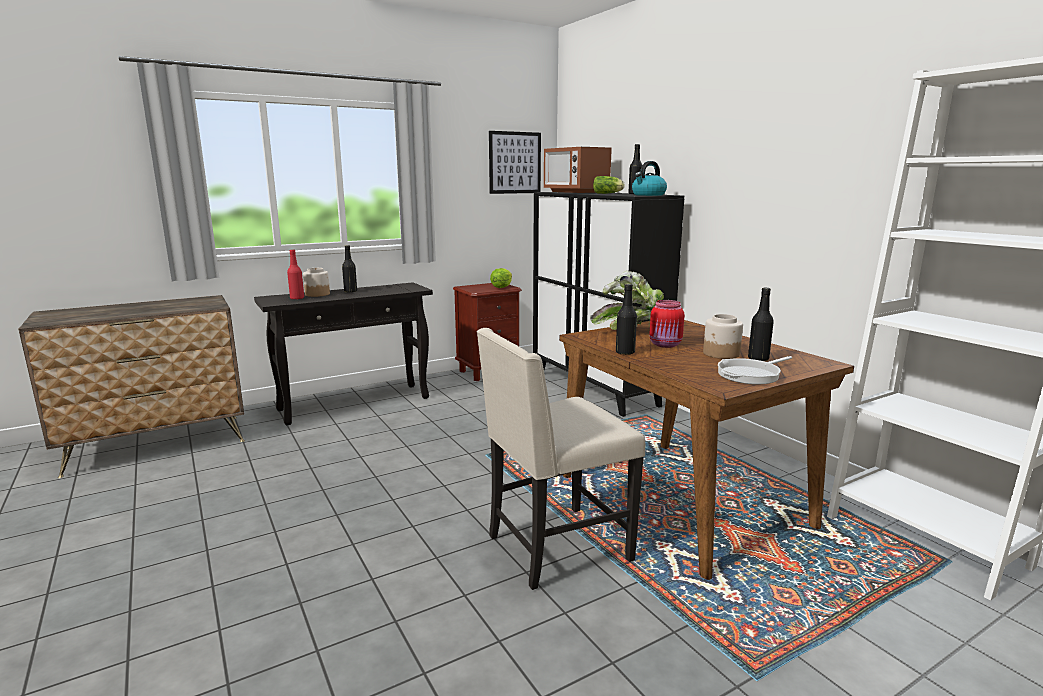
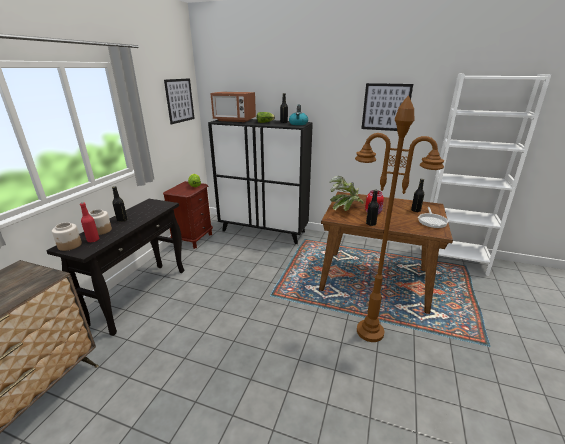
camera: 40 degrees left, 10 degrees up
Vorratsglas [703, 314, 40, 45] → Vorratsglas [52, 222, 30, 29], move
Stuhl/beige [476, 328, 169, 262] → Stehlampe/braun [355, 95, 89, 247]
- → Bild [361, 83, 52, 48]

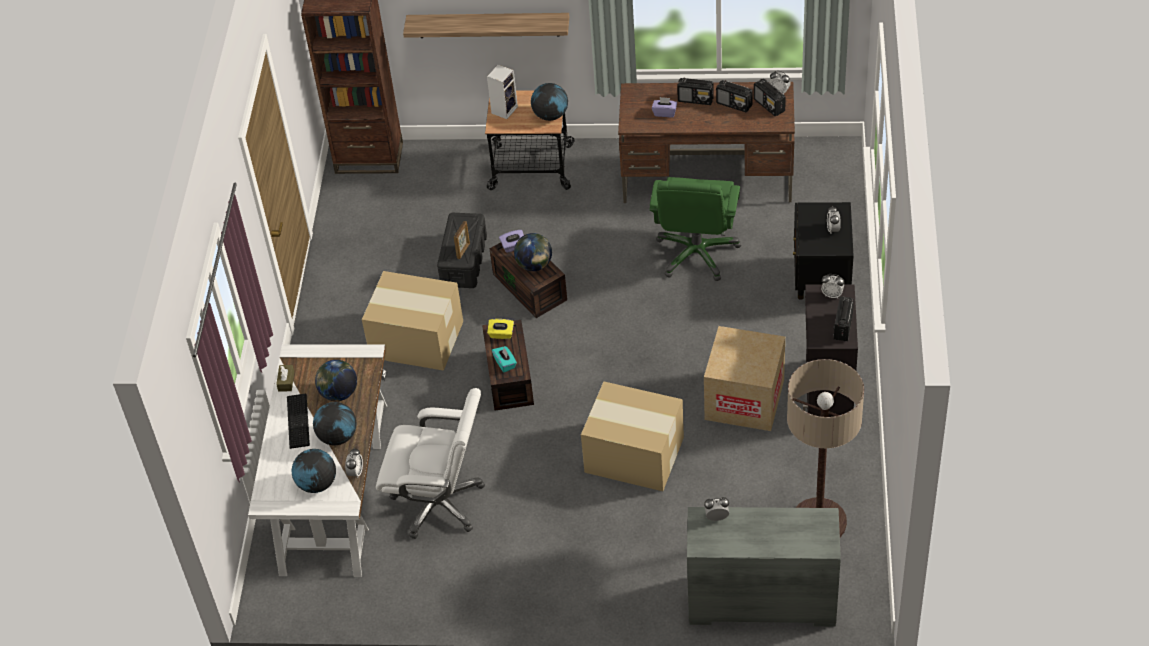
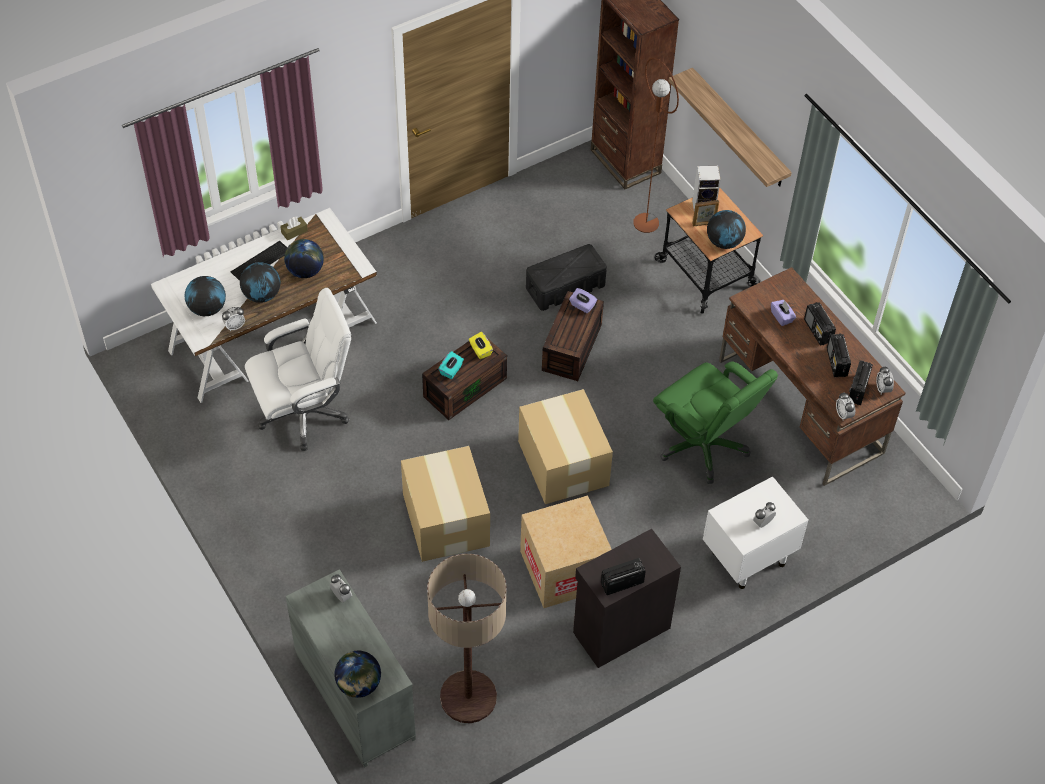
camera: 50 degrees right, 5 degrees up
Bürostuhl/weiß [376, 388, 109, 151] → Bürostuhl/weiß [245, 288, 106, 163], 90 degrees counterclockwise
Globus [514, 233, 38, 38] → Globus [334, 651, 47, 47], move
Karton [362, 271, 101, 100] → Karton [518, 389, 95, 115], move
- → Stehlampe/braun [633, 58, 46, 175]
Bürostuhl/grün [649, 177, 92, 104] → Bürostuhl/grün [653, 361, 125, 123], 105 degrees counterclockwise
Bilderrahmen [454, 221, 16, 38] → Bilderrahmen [693, 200, 26, 26], move
Nachttisch/schwarz [793, 202, 61, 98] → Nachttisch/weiß [703, 476, 105, 113]
Wecker [821, 274, 23, 24] → Wecker [836, 392, 19, 28], move

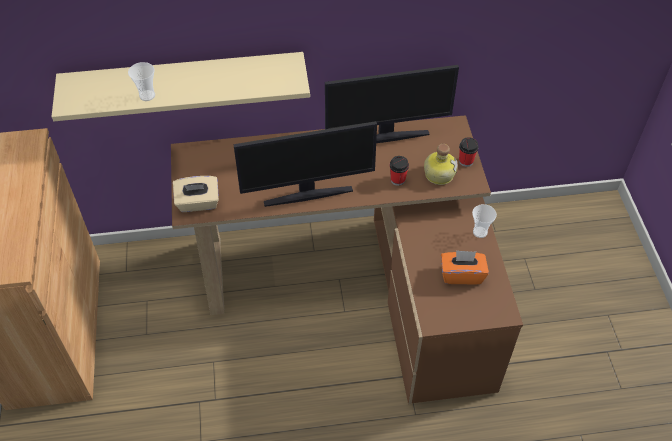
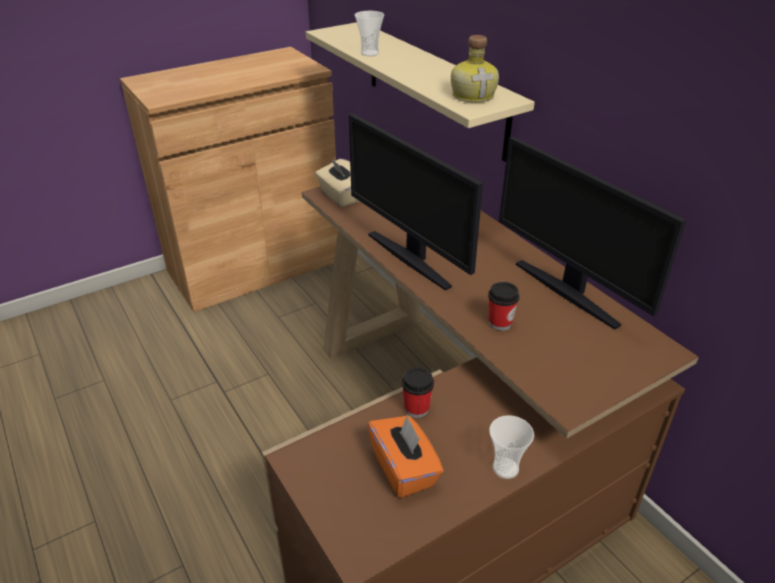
camera: 65 degrees right, 15 degrees down
Tasse [459, 137, 20, 30] → Tasse [402, 367, 32, 51], move
Flasche [424, 144, 34, 41] → Flasche [451, 35, 48, 68], move

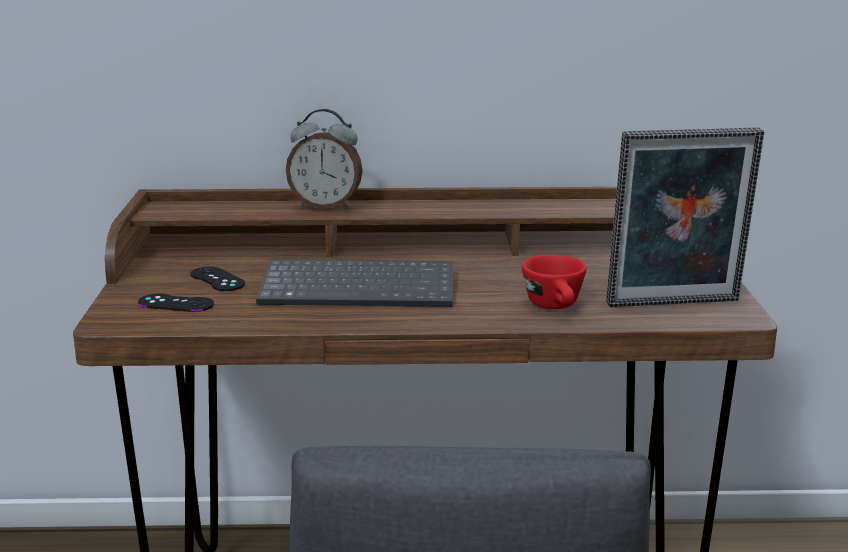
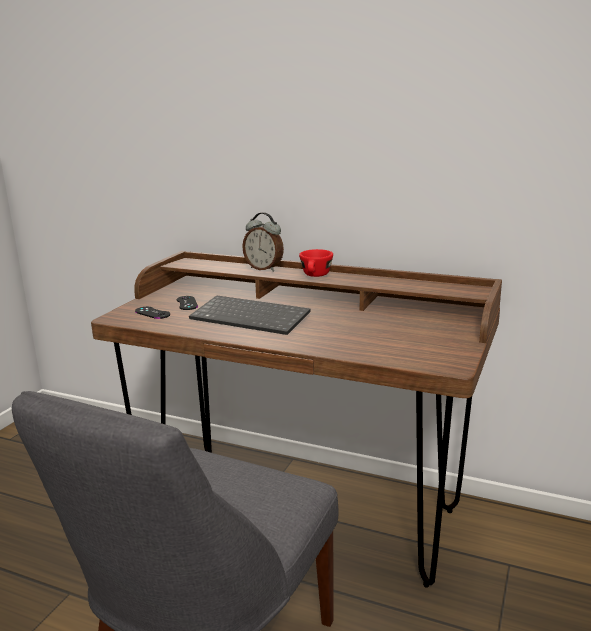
camera: 25 degrees right, 0 degrees up
Tasse/rot [521, 255, 66, 54] → Tasse/rot [299, 249, 34, 28], move
Bilderrahmen [606, 128, 158, 179] → -

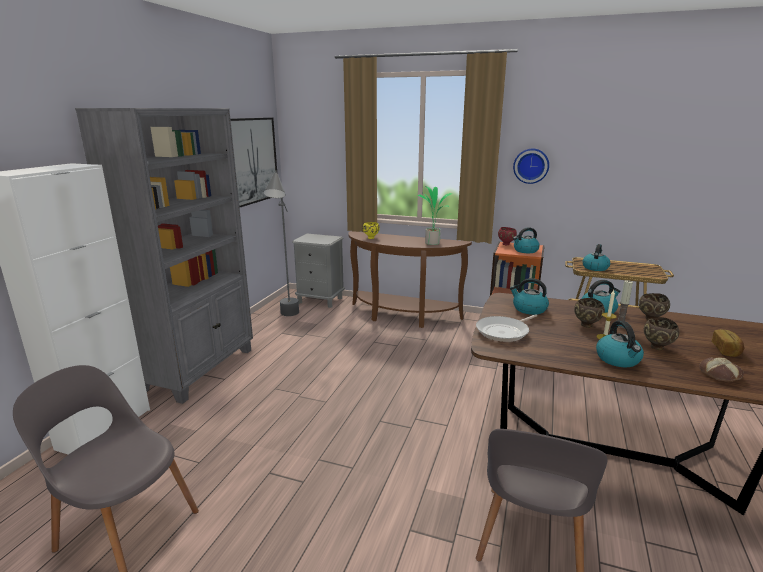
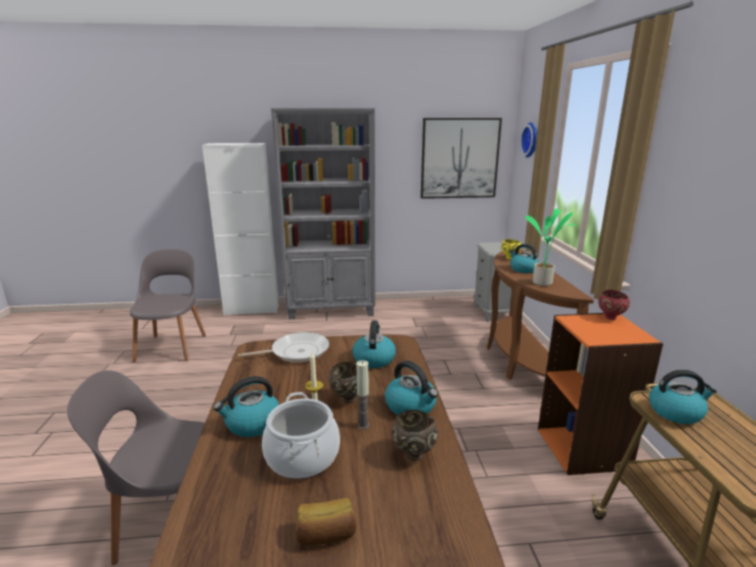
camera: 65 degrees right, 0 degrees up
Pfanne [476, 314, 61, 28] → Pfanne [238, 332, 91, 30], 135 degrees clockwise
Schüssel/braun [644, 317, 36, 33] → Kochtopf [262, 392, 78, 87]
Wasserkessel [513, 227, 27, 26] → Wasserkessel [509, 244, 30, 29], move
Wanduhr [513, 149, 36, 35] → Wanduhr [520, 122, 17, 35], move
Stehlampe/grau [263, 171, 36, 145] → -
Brot [699, 357, 45, 25] → -

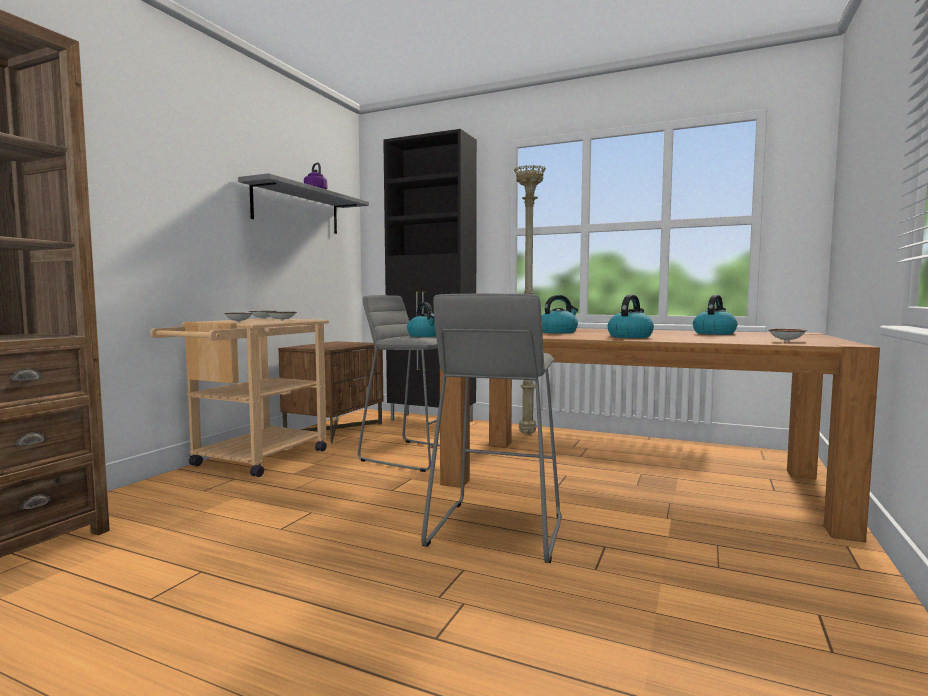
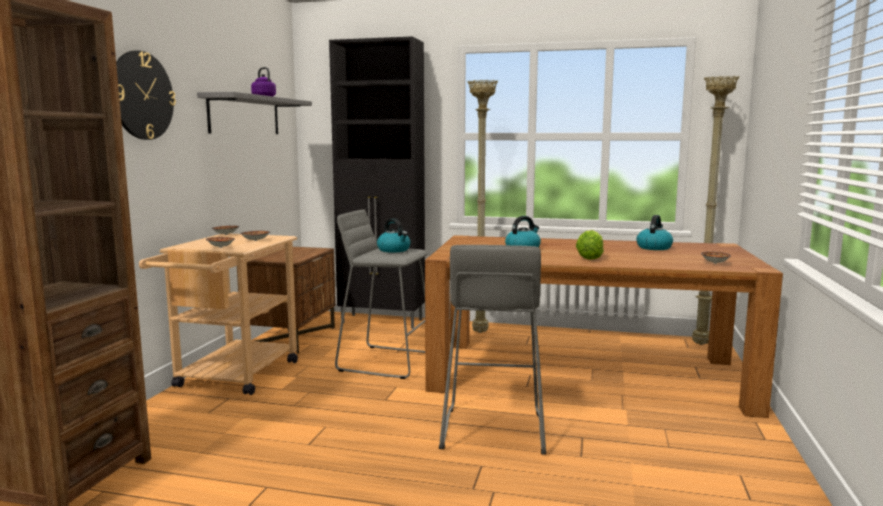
camera: 10 degrees left, 5 degrees up
- → Wanduhr [116, 50, 60, 90]
Wasserkessel [608, 295, 46, 43] → Salatkopf [576, 230, 28, 30]
- → Stehlampe/beige [692, 76, 47, 269]

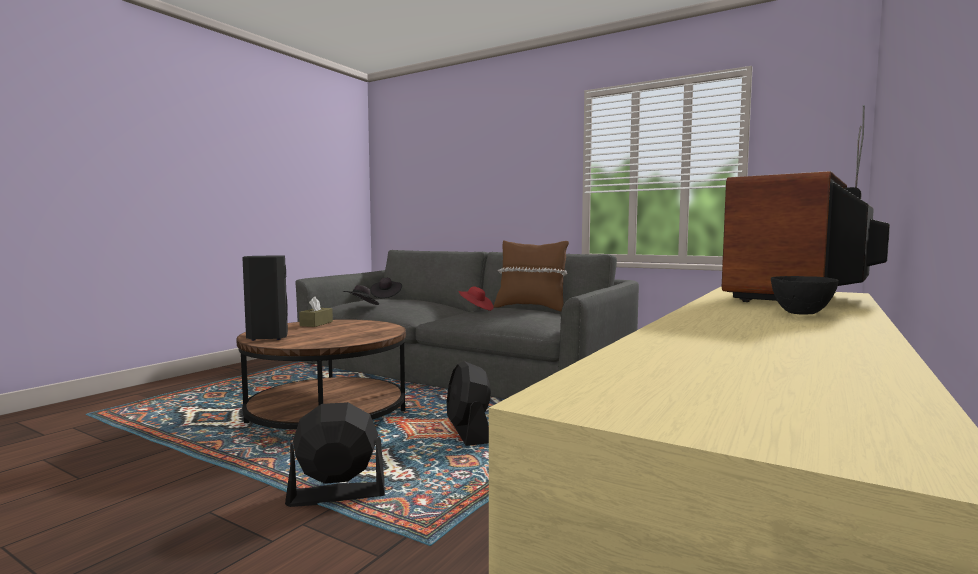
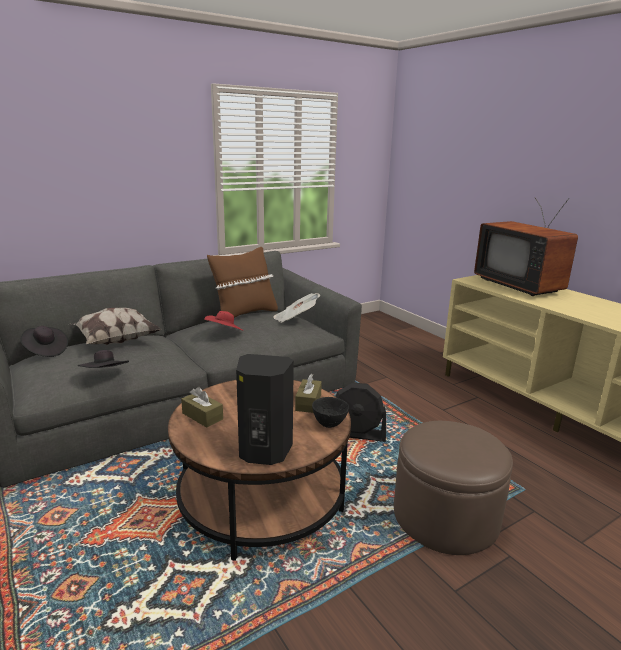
camera: 65 degrees left, 15 degrees up
- → Kissen [72, 308, 89, 37]
- → Zeitung [273, 293, 47, 30]
- → Taschentuchbox/braun [295, 374, 27, 39]
Schüssel/schwarz [771, 276, 68, 38] → Schüssel/schwarz [312, 397, 37, 31], move
Ventilator/schwarz [285, 402, 100, 105] → Polsterhocker/braun [394, 421, 119, 134]

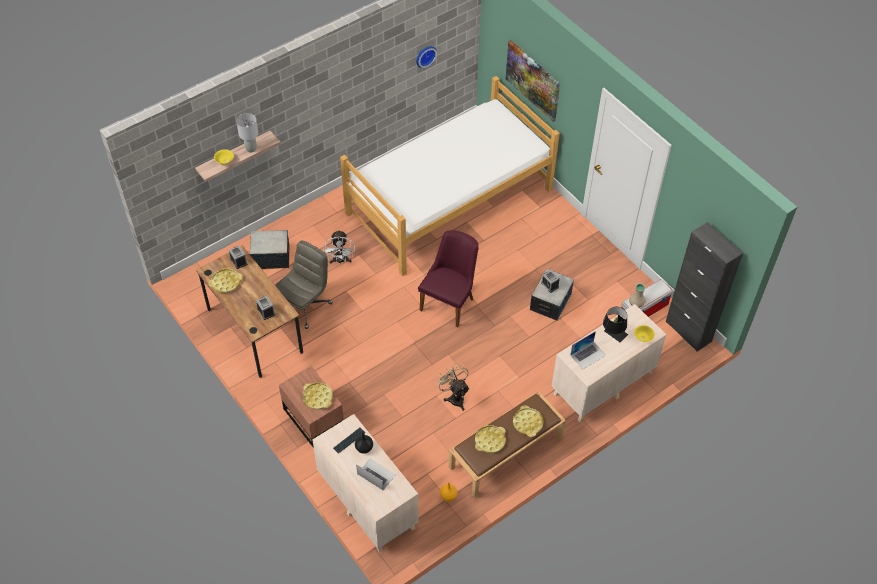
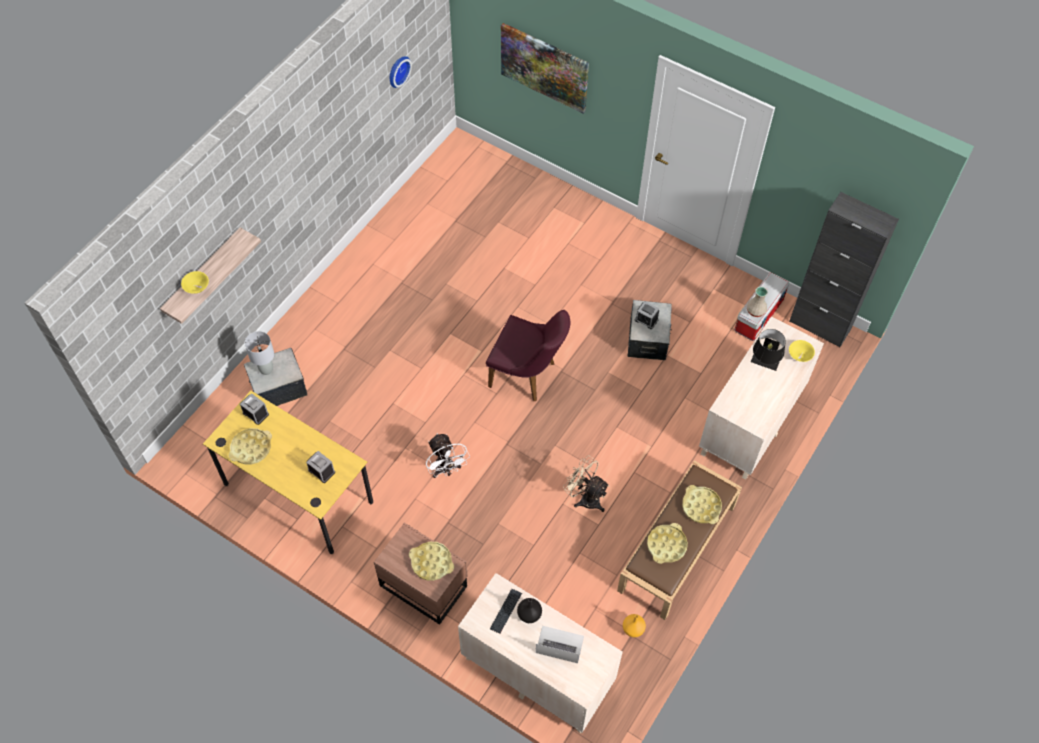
camera: 20 degrees left, 5 degrees up
Schreibtisch/braun [196, 246, 107, 132] → Schreibtisch/gelb [203, 391, 170, 163]
Tischlampe/grau [236, 113, 22, 40] → Tischlampe/grau [245, 331, 29, 44], move
Ventilator/weiß [323, 230, 32, 34] → Ventilator/weiß [426, 433, 44, 45], move
Stuhl/lila [418, 230, 61, 98] → Stuhl/lila [486, 310, 84, 91], 105 degrees clockwise
Bürostuhl/grau [275, 241, 58, 88] → -
Bett [340, 76, 220, 200] → -
Laptop [570, 331, 36, 38] → -

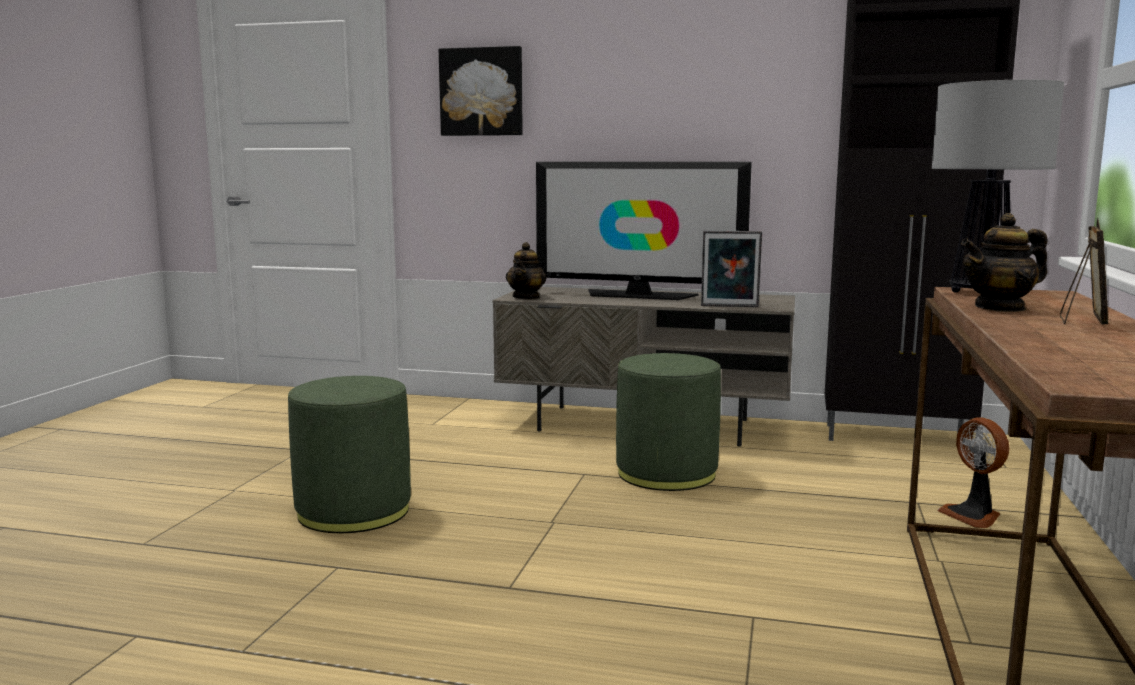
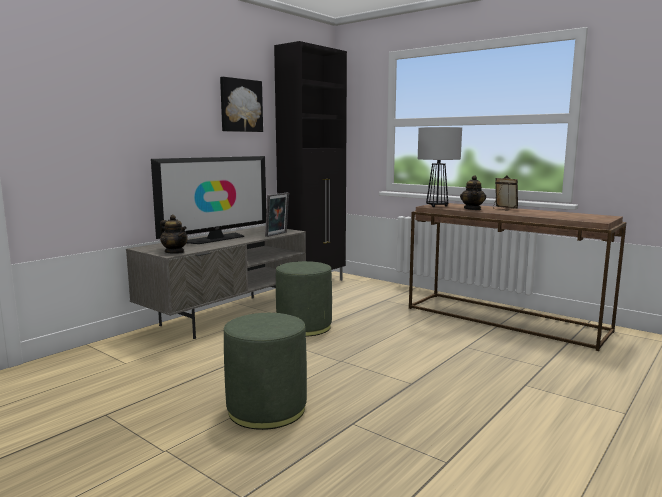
camera: 65 degrees left, 0 degrees up
Bild [439, 46, 84, 90] → Bild [220, 77, 43, 55], move
Ventilator [937, 417, 73, 111] → -

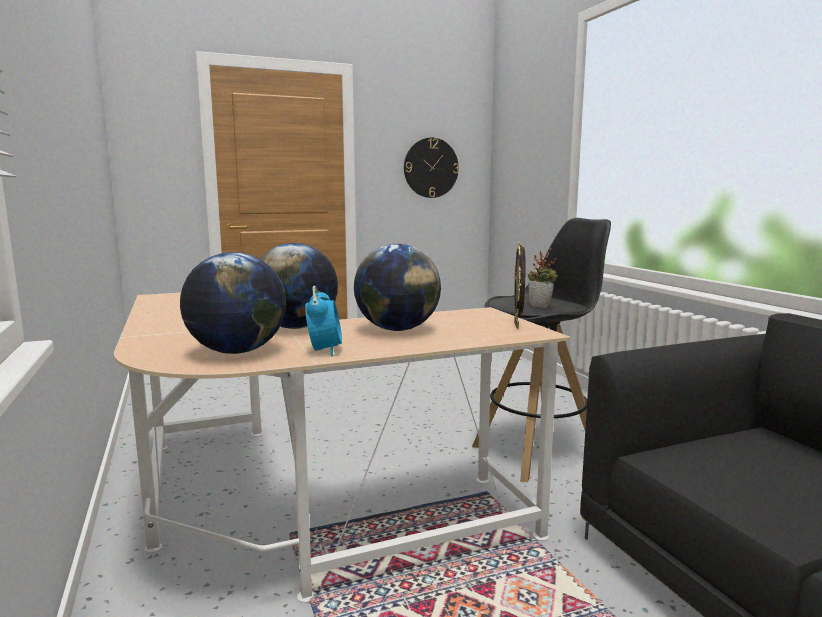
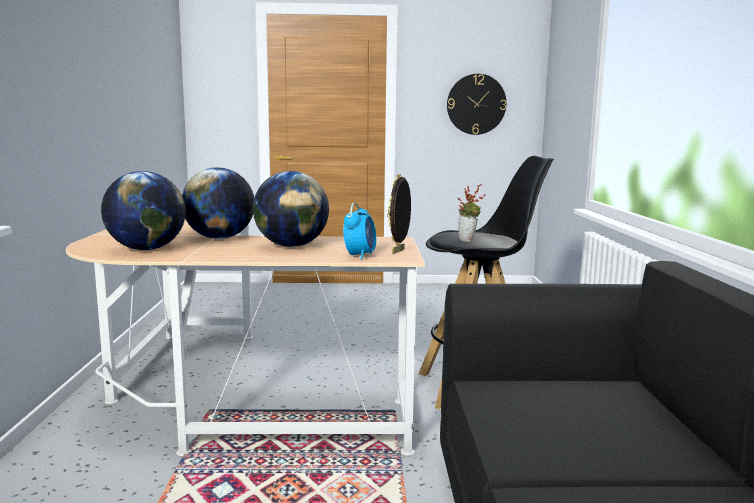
camera: 20 degrees right, 0 degrees up
Wecker [305, 286, 37, 70] → Wecker [343, 202, 33, 58], move

